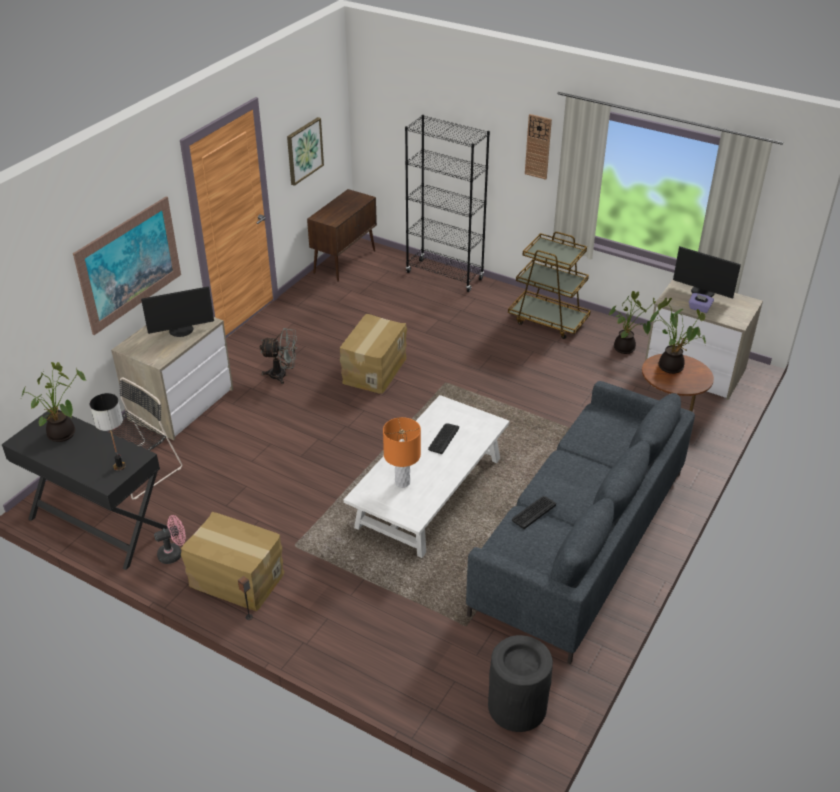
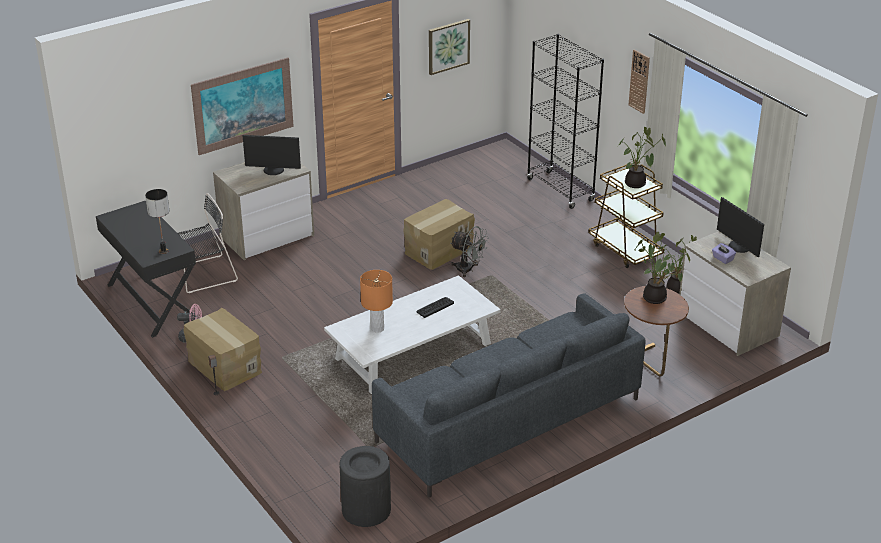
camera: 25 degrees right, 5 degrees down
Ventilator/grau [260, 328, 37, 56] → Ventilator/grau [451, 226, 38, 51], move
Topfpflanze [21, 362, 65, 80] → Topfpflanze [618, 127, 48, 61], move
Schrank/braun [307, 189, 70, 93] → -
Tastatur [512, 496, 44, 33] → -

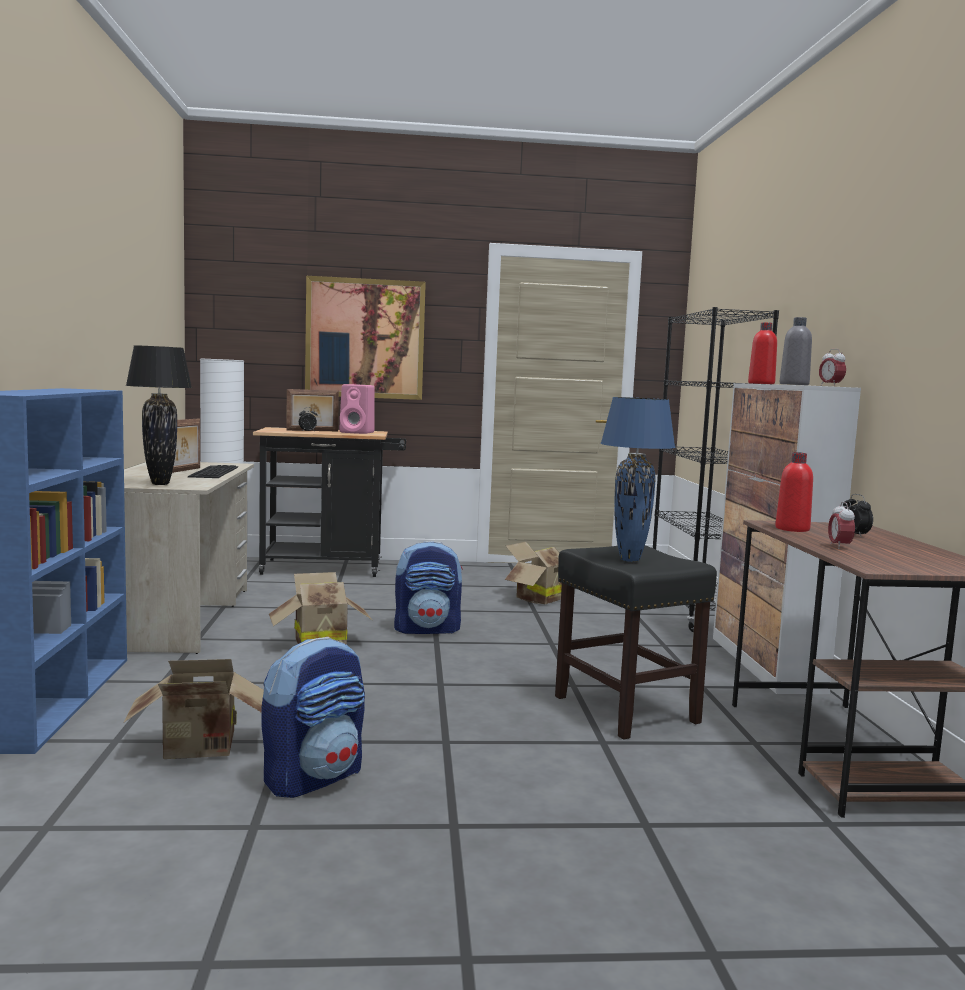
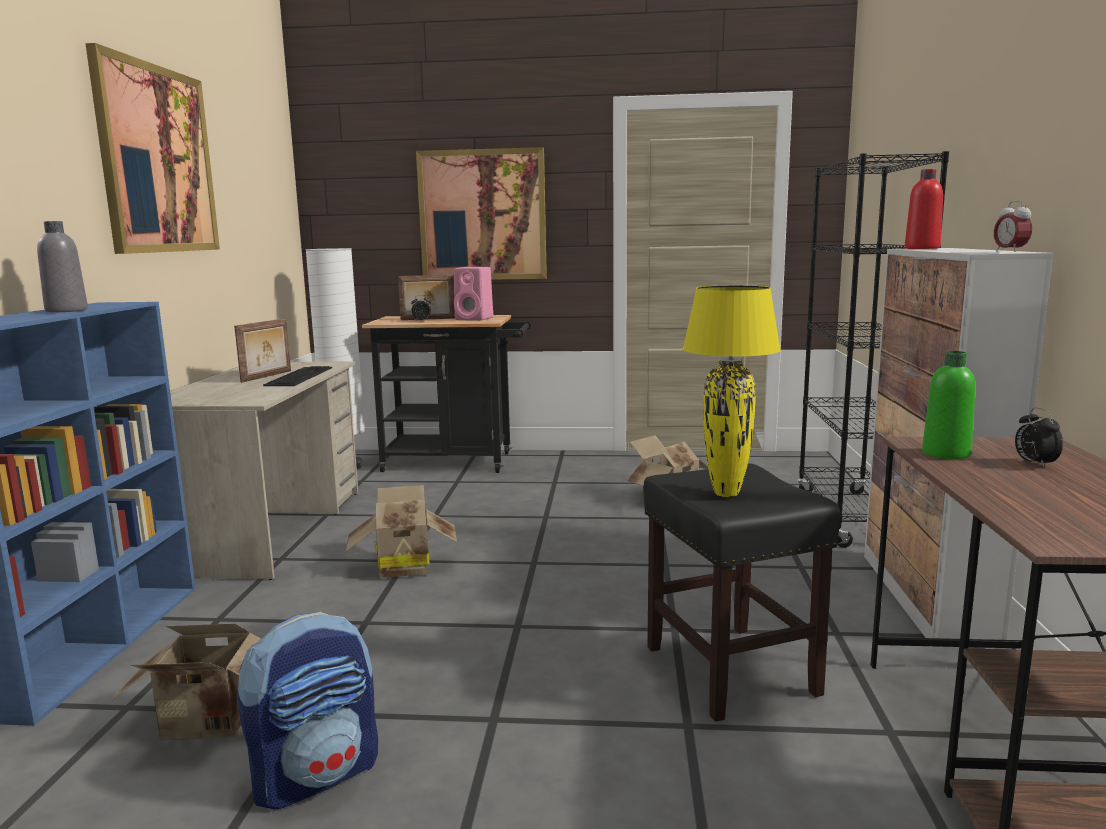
camera: 10 degrees right, 5 degrees up
Flasche/grau [780, 317, 32, 68] → Flasche/grau [37, 221, 51, 91], move
- → Bild [85, 43, 135, 211]
Tischlampe/blau [601, 397, 74, 165] → Tischlampe/gelb [683, 285, 98, 212]
Flasche/rot [775, 452, 38, 80] → Flasche/grün [922, 351, 54, 108]
Tischlampe/schwarz [126, 345, 66, 140] → -
Rucksack [394, 541, 69, 93] → -
Wecker [828, 502, 27, 47] → -

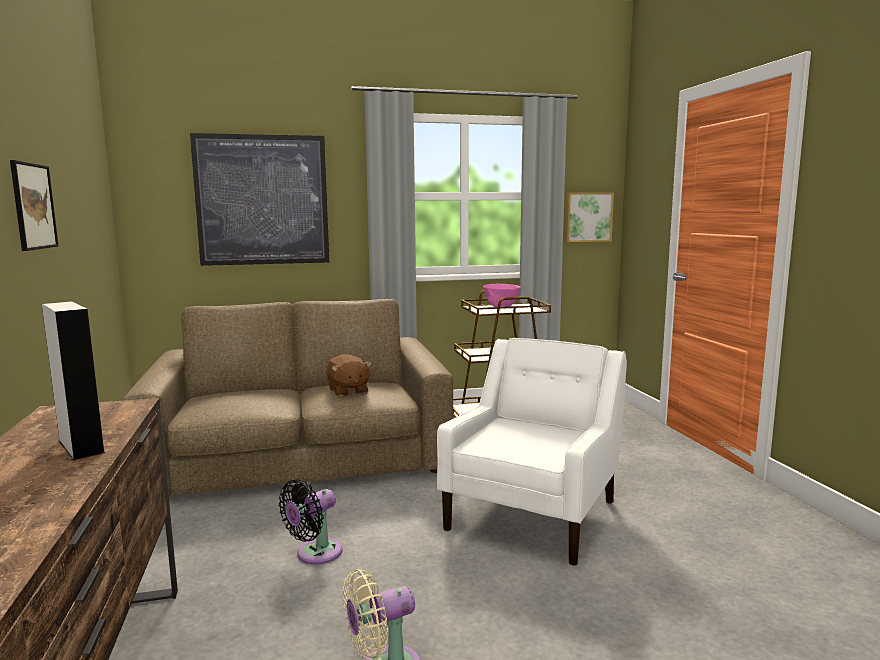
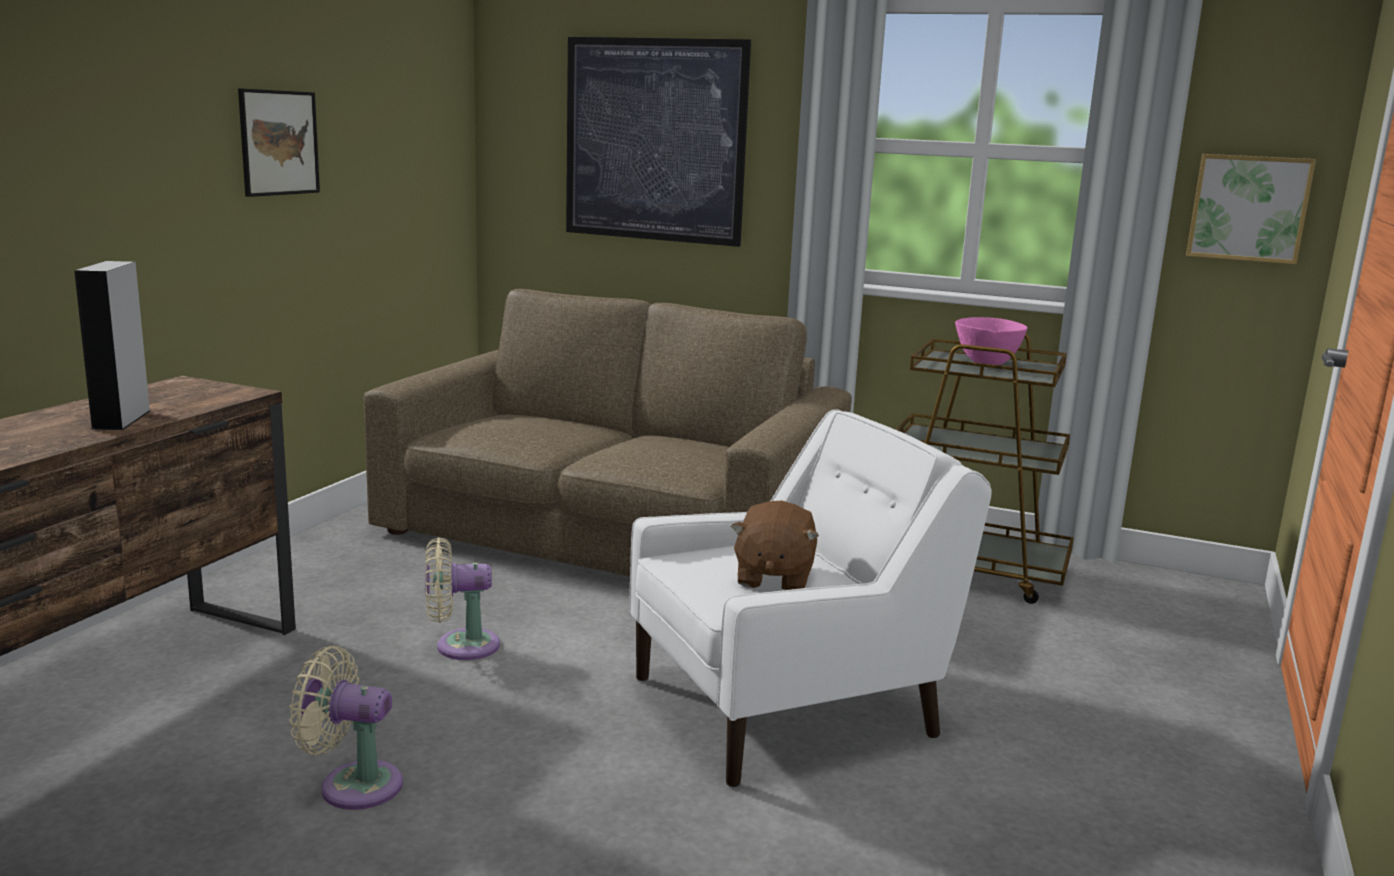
camera: 35 degrees right, 5 degrees up
Ventilator/schwarz [279, 479, 63, 86] → Ventilator/beige [425, 537, 75, 123]
Plüschtier/braun [326, 354, 46, 43] → Plüschtier/braun [731, 500, 88, 90], move

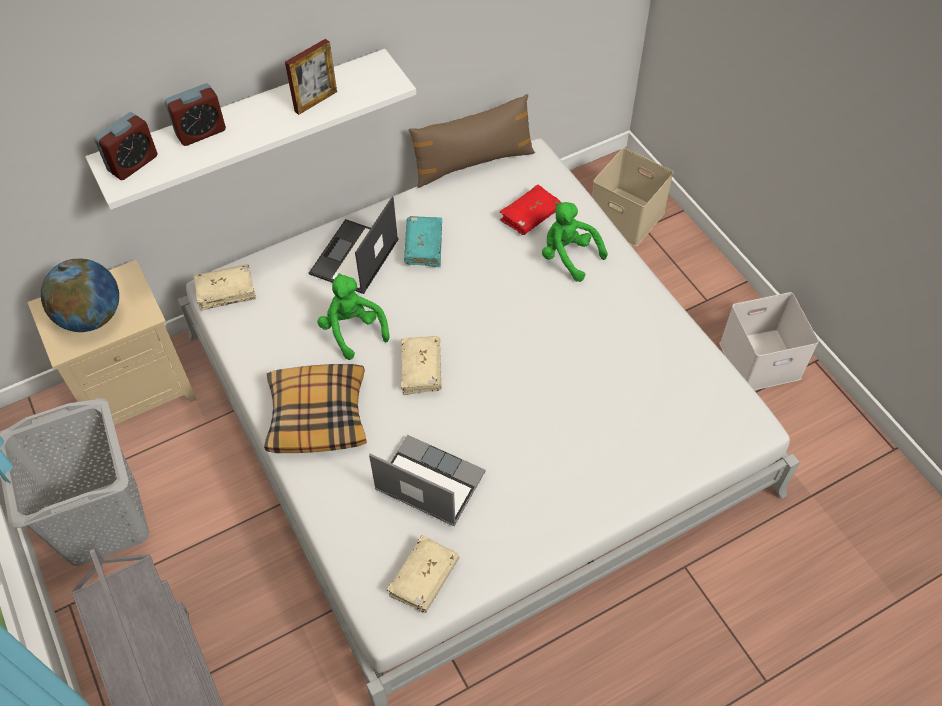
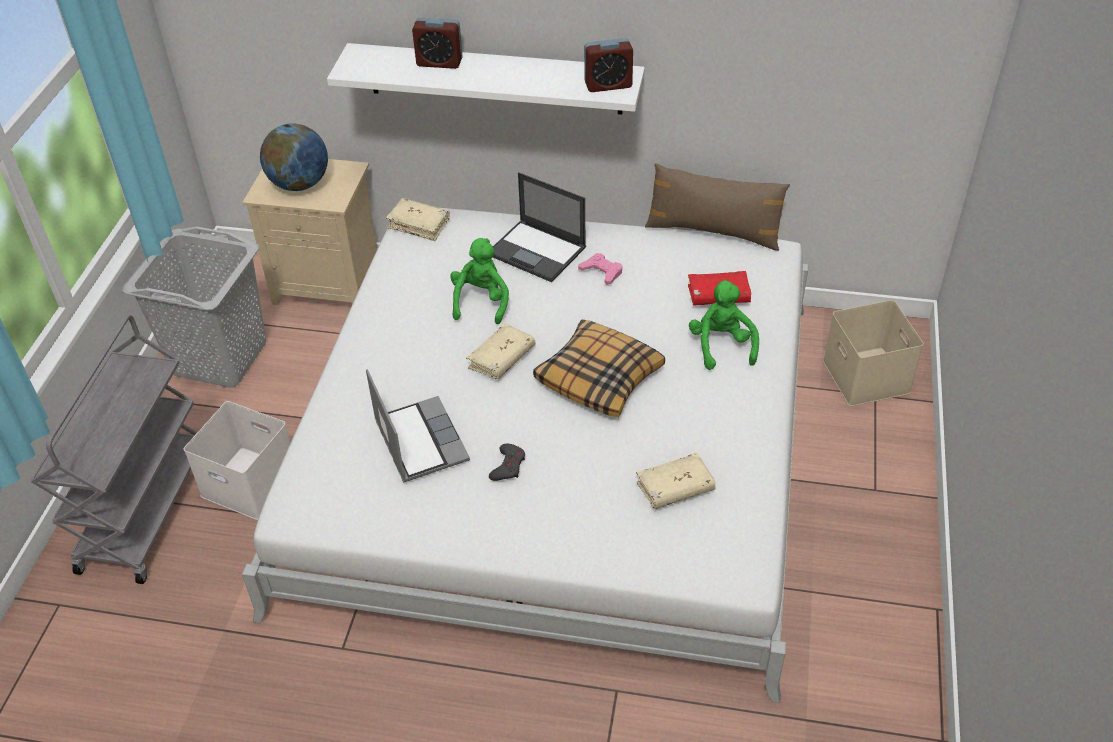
camera: 40 degrees right, 10 degrees down
Aufbewahrungsbox/weiß [719, 292, 100, 98] → Aufbewahrungsbox/weiß [184, 401, 106, 119], move
- → Gamepad/grau [489, 443, 36, 38]
Laptop [309, 196, 89, 98] → Laptop [493, 172, 93, 110], 120 degrees counterclockwise
Kissen [264, 364, 103, 89] → Kissen [533, 319, 132, 98], move
Buch/türkis [404, 216, 38, 51] → Gamepad/rosa [578, 253, 45, 32]
Wecker [94, 112, 63, 68] → Wecker [584, 38, 49, 54], move
Buch/beige [387, 535, 73, 78] → Buch/beige [636, 452, 80, 57], move
Bilderrahmen [285, 39, 52, 76] → -

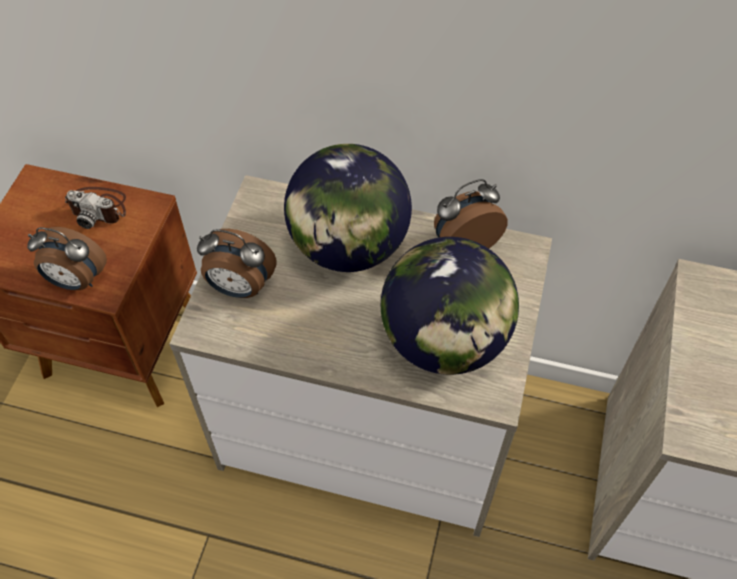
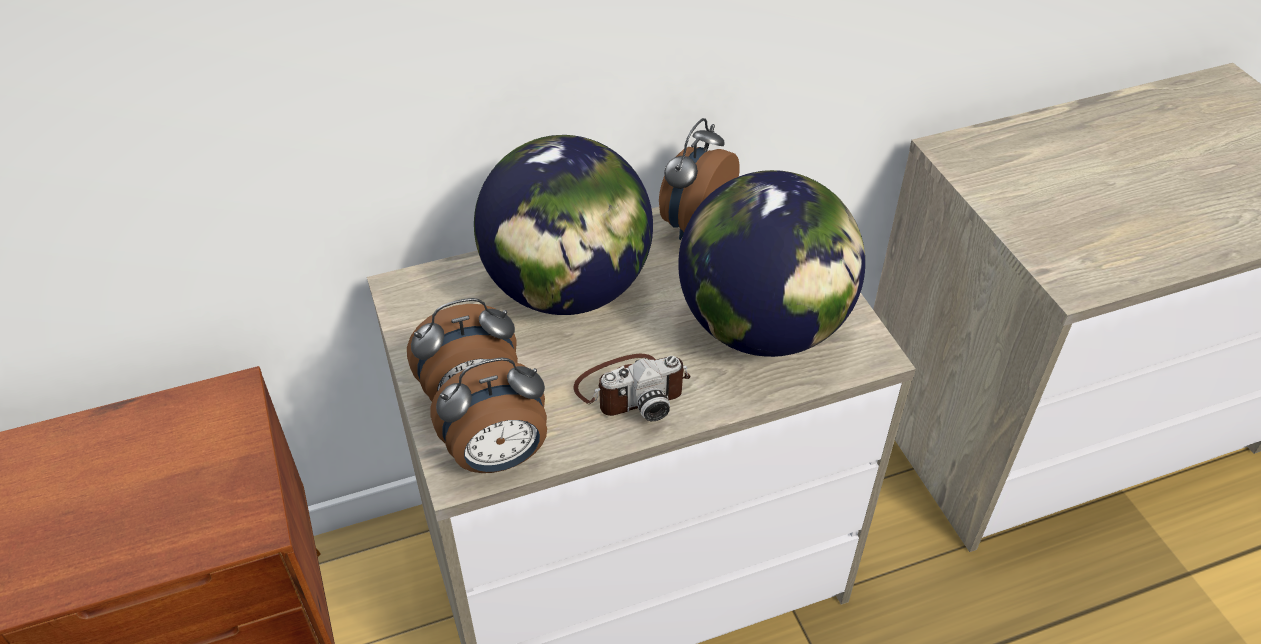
camera: 35 degrees left, 10 degrees down
Wecker [27, 227, 80, 63] → Wecker [430, 357, 117, 116], move
Kamera [65, 187, 61, 42] → Kamera [574, 354, 117, 67], move

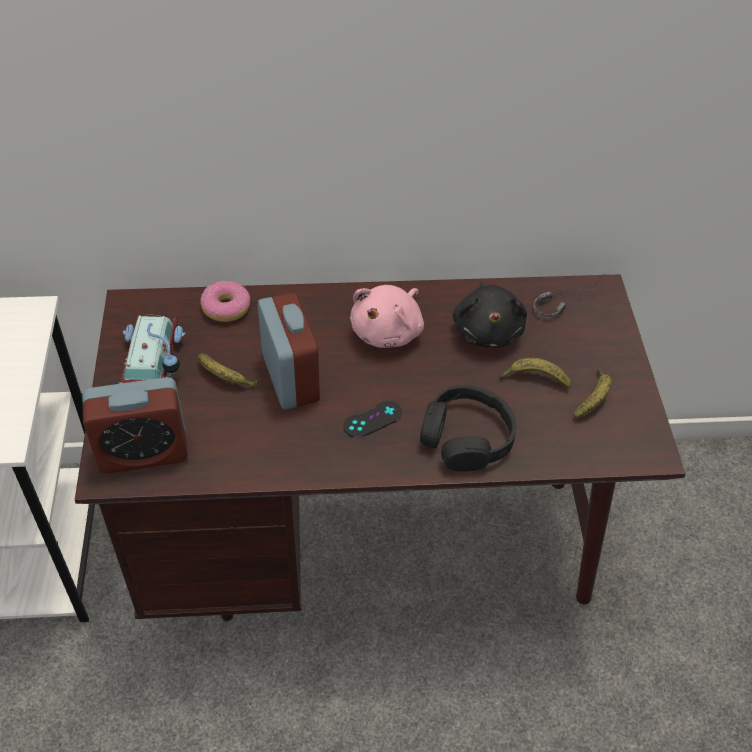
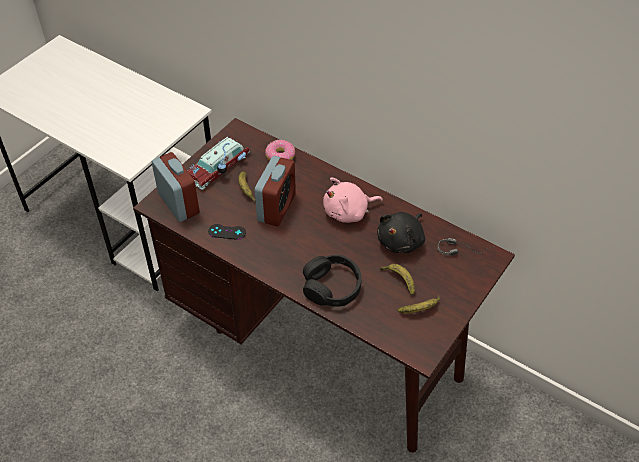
camera: 40 degrees right, 0 degrees up
Wecker [82, 377, 106, 97] → Wecker [152, 152, 48, 70], 150 degrees counterclockwise
Gamepad/schwarz [343, 401, 59, 37] → Gamepad/schwarz [208, 224, 38, 16], move

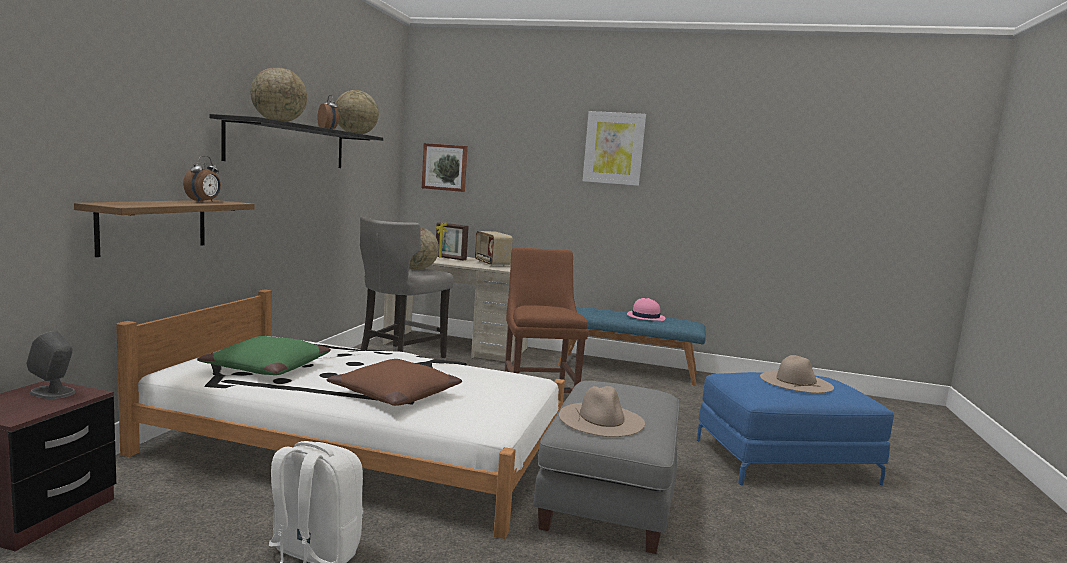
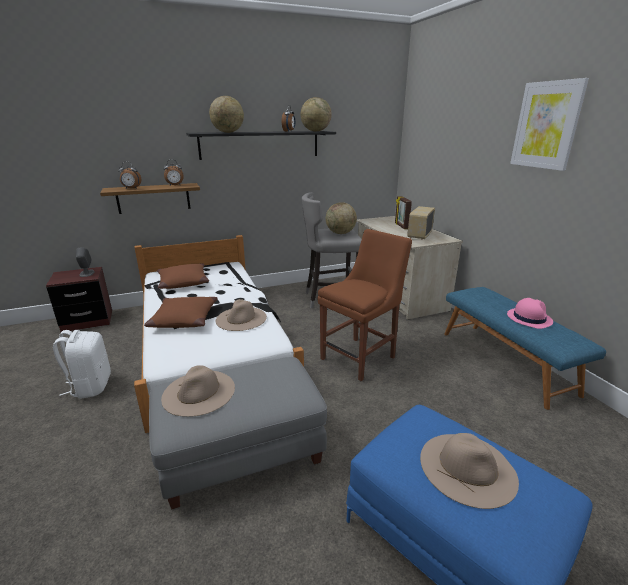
camera: 55 degrees right, 15 degrees up
- → Wecker [118, 162, 23, 27]
Kissen/grün [197, 336, 134, 39] → Kissen/braun [157, 264, 52, 25]
- → Hut/beige [216, 299, 51, 32]
Bild [422, 143, 46, 49] → -

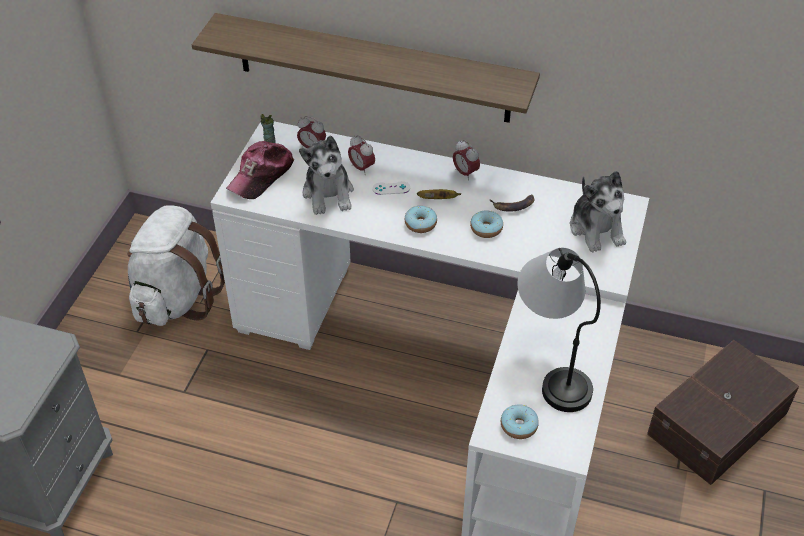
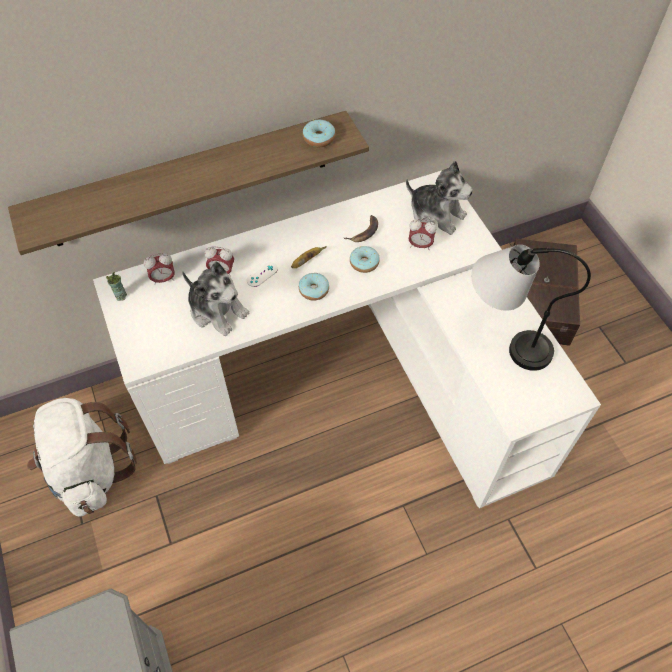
camera: 40 degrees left, 10 degrees up
Donut [501, 404, 38, 35] → Donut [303, 120, 32, 27], move
Wecker [453, 140, 27, 41] → Wecker [408, 219, 29, 31], move
Kappe [226, 141, 68, 58] → -

